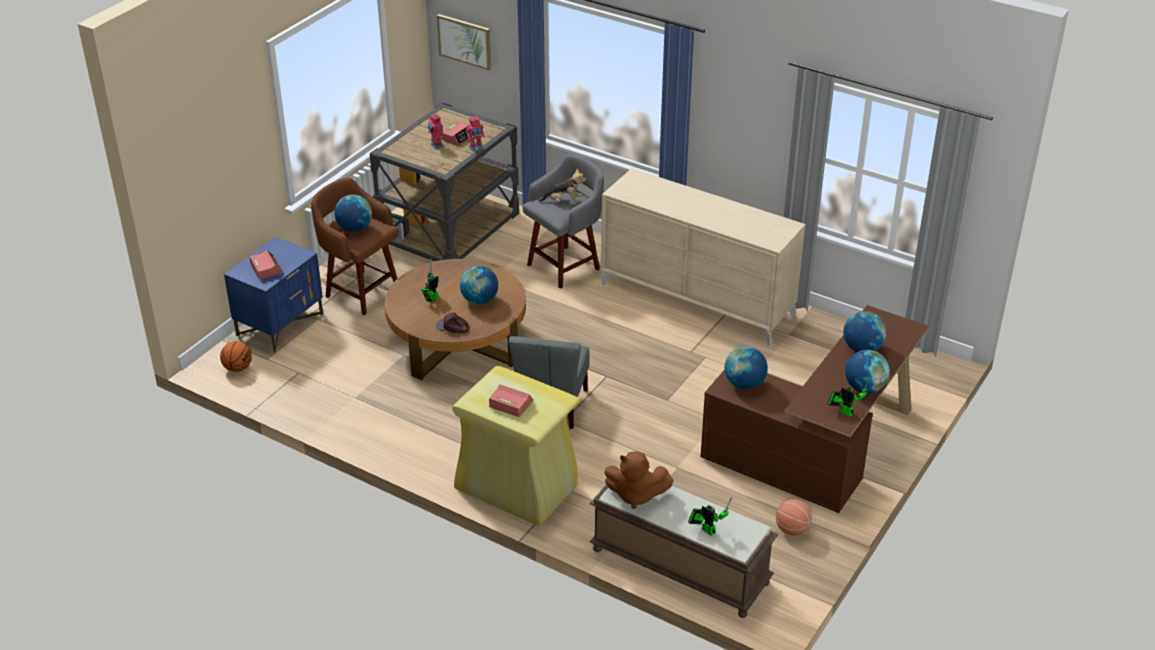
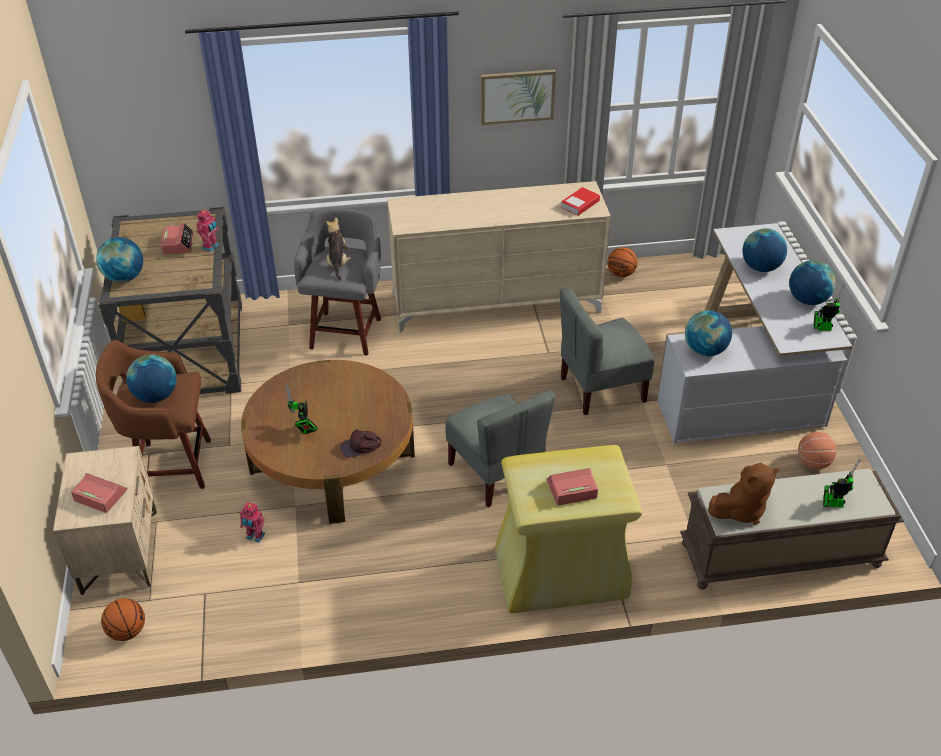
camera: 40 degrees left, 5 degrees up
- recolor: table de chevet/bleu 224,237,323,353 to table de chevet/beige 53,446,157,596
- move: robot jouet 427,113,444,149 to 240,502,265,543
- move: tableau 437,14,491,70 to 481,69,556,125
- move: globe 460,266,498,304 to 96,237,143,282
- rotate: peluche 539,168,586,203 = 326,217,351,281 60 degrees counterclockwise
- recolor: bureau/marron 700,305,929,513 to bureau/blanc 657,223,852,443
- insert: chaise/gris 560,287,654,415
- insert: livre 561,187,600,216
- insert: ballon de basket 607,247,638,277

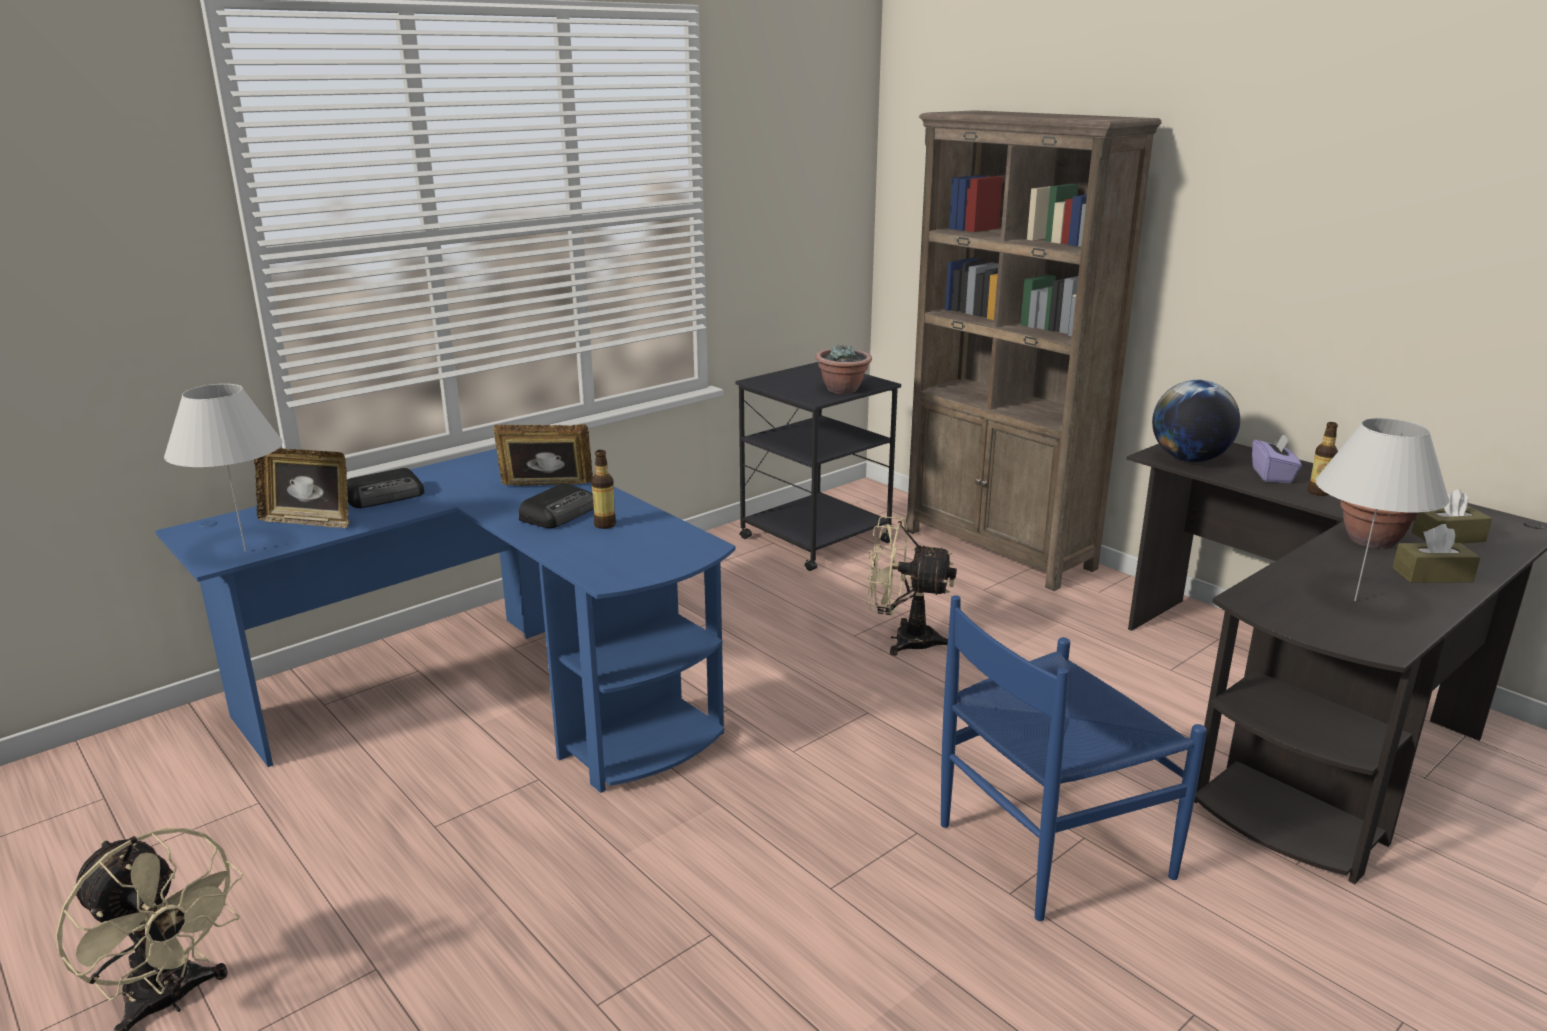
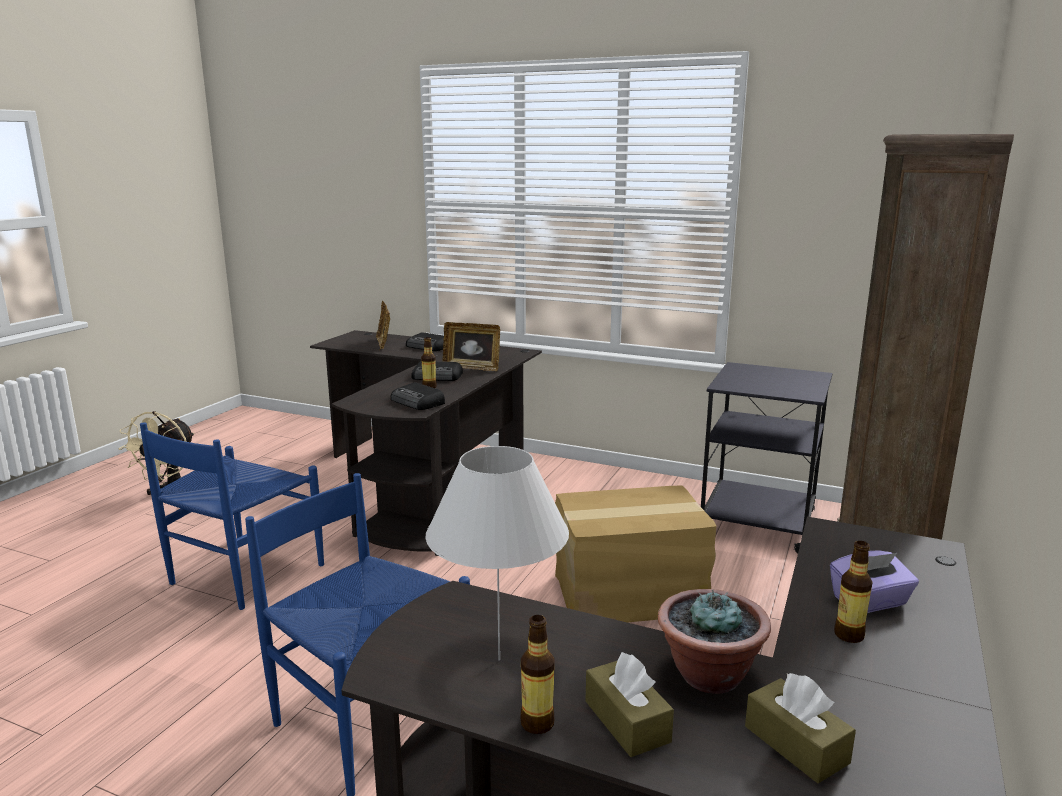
camera: 65 degrees right, 5 degrees down
- recolor: bureau/bleu 155,449,735,793 to bureau/noir 310,330,542,556
- delete: lampe de table/blanc 164,384,283,551
- rotate: cadre photo 494,424,593,486 = 442,322,500,371 135 degrees clockwise
- delete: plante en pot 815,345,872,394
- replace: ventilateur/beige 866,516,957,656 to carton 555,485,716,623
- delete: globe 1152,380,1240,462
- insert: chaise/bleu 140,422,324,610
- insert: radio 391,382,445,410
- insert: bouteille 520,615,555,734

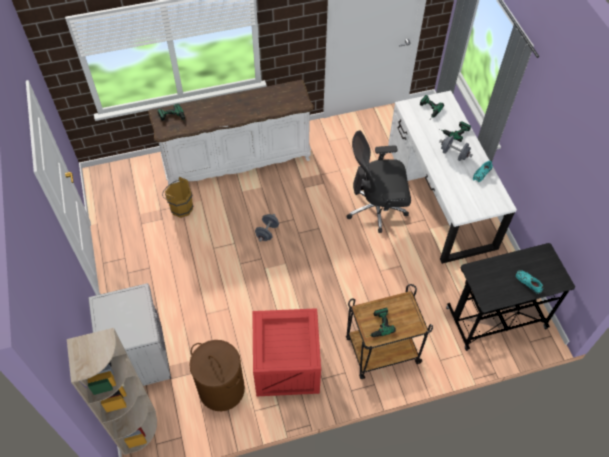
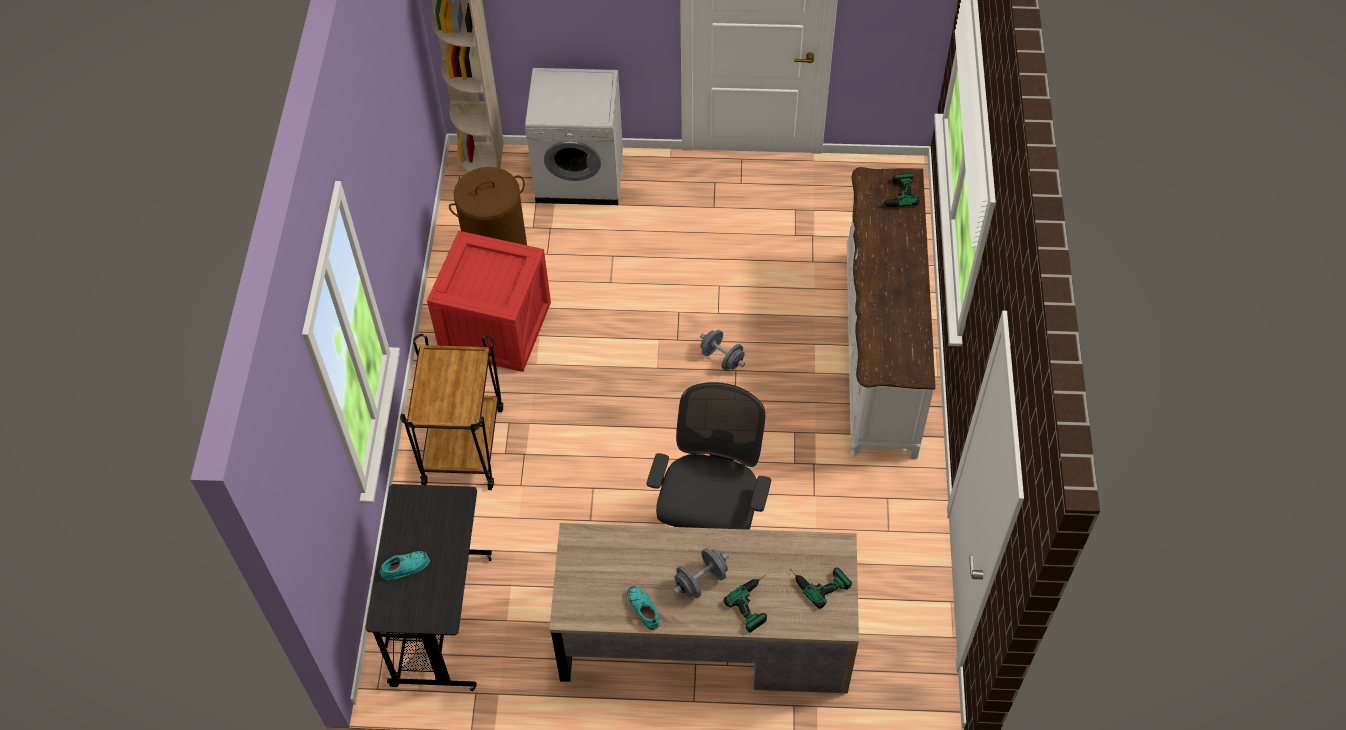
camera: 110 degrees right, 0 degrees up
- delete: seau/marron 162,177,193,218
- delete: perceuse 366,307,396,337
- recolor: bureau/blanc 388,91,517,264 to bureau/marron 549,523,859,693

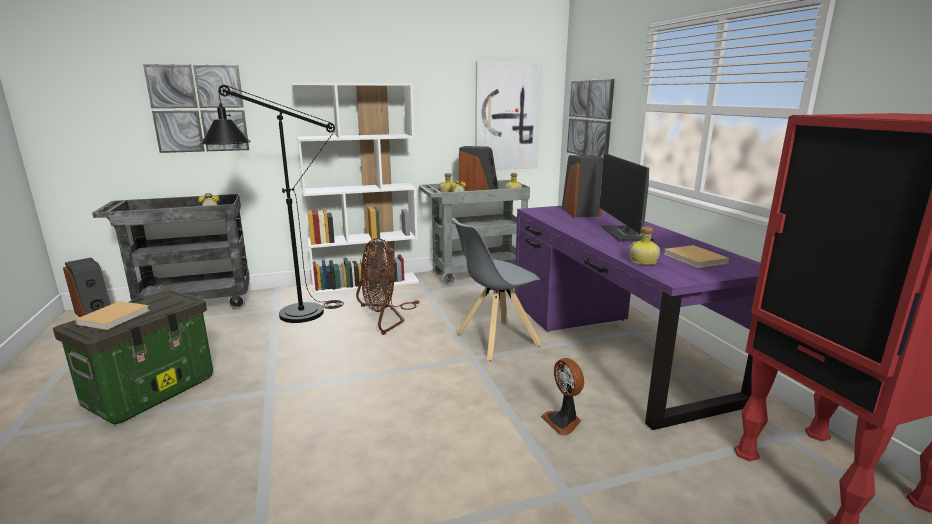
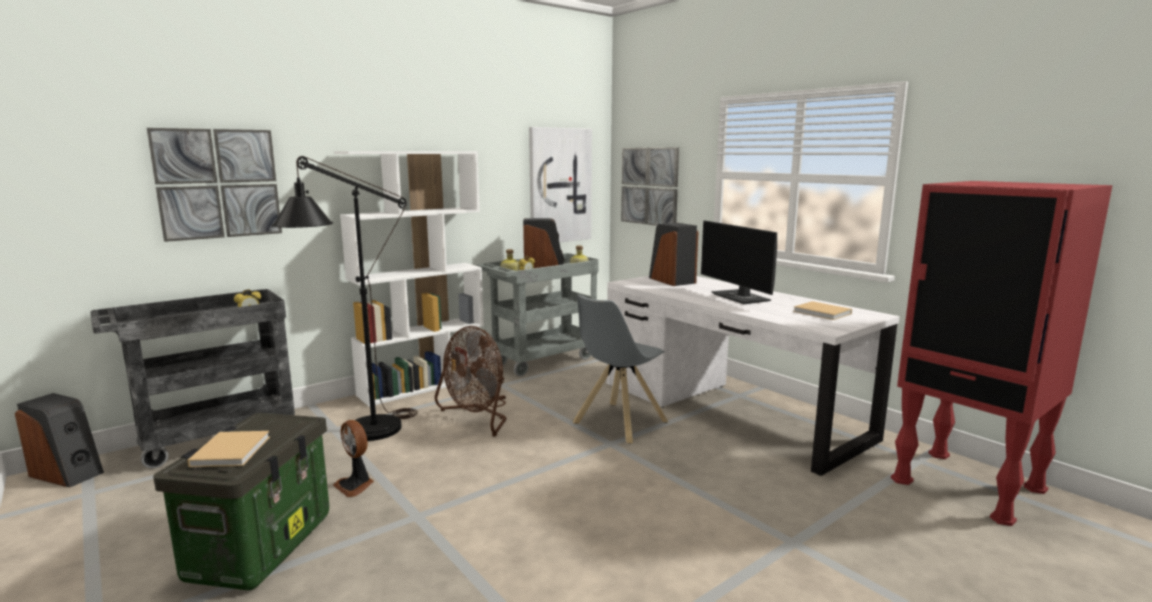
camera: 20 degrees left, 5 degrees down
- recolor: bureau/violet 515,206,760,430 to bureau/blanc 606,276,900,476
- move: ventilateur 541,358,584,436 to 333,420,374,497
- delete: bouteille 629,226,660,265

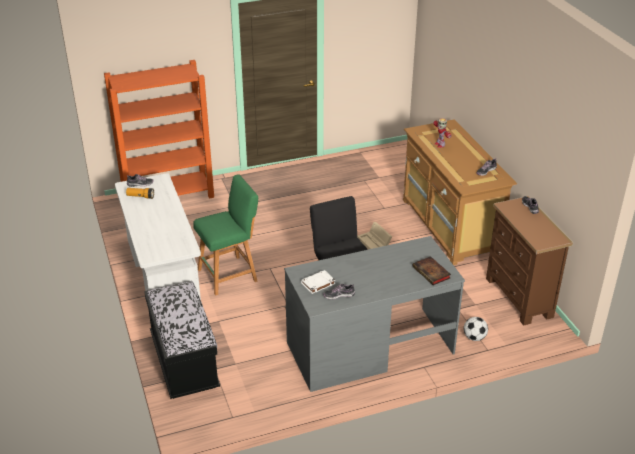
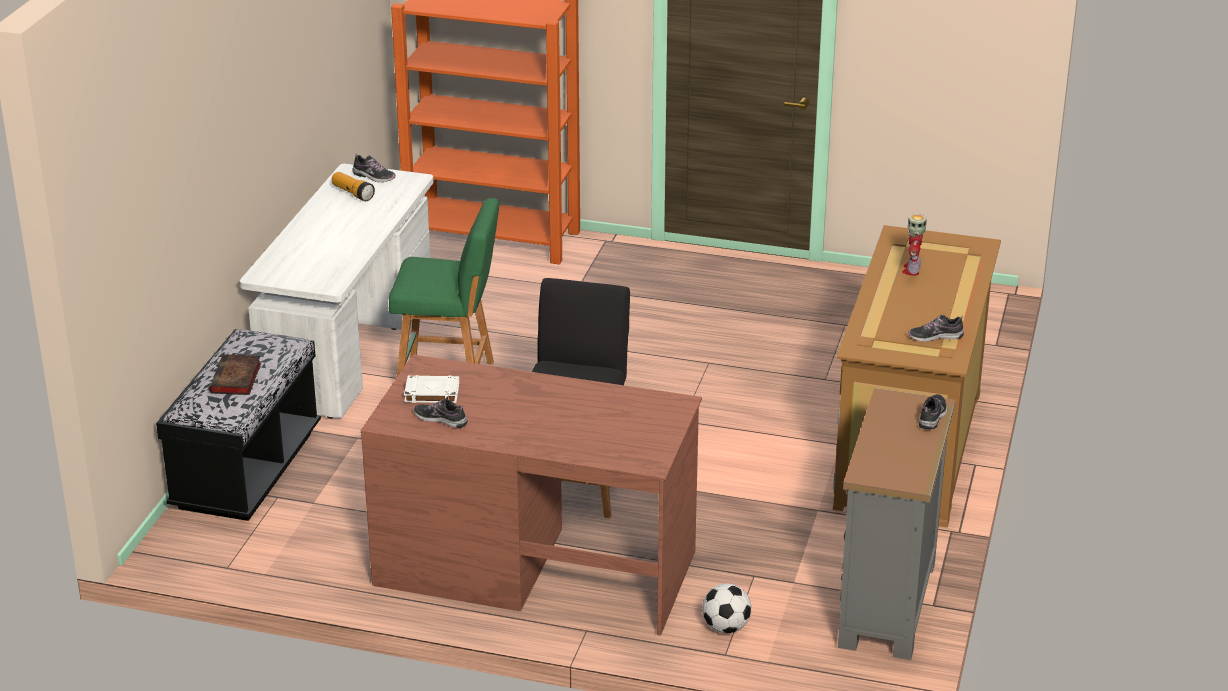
camera: 35 degrees right, 5 degrees down
- recolor: bureau/gris 284,236,465,392 to bureau/marron 361,355,702,636
- delete: boîte de rangement/beige 357,222,392,249
- move: livre 413,256,451,285 to 209,354,261,395
- recolor: commode/marron 486,196,573,326 to commode/gris 838,388,955,660

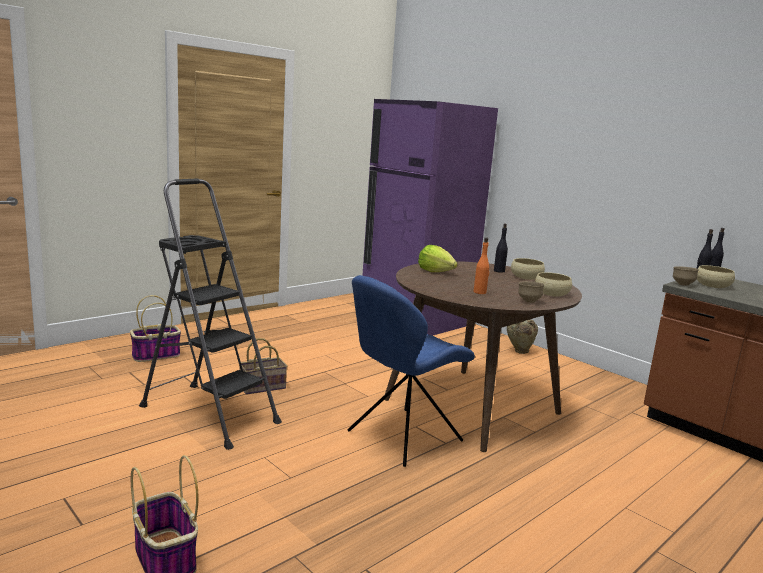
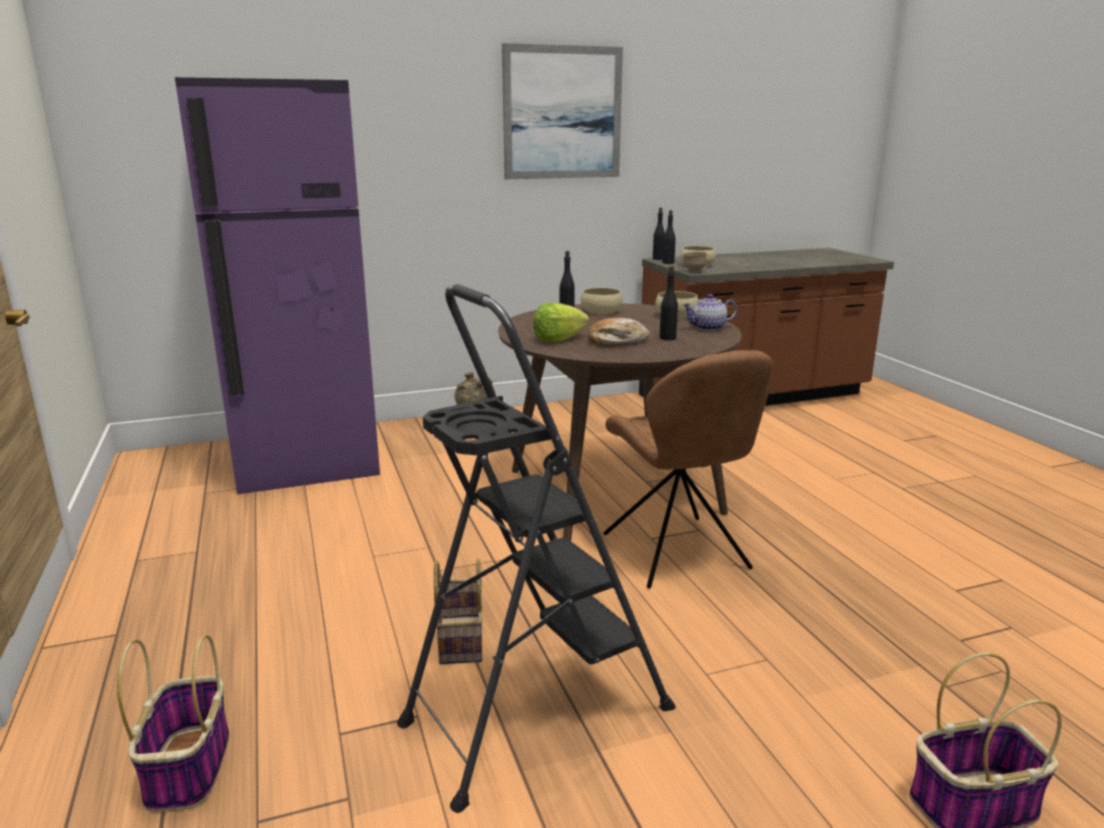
camera: 65 degrees left, 5 degrees up
- recolor: chaise/bleu 348,275,475,467 to chaise/marron 603,350,773,588
- recolor: bouteille/orange 473,237,489,294 to bouteille/noir 659,266,678,340
- replace: bol/marron 518,281,544,303 to théière 682,294,737,331
- insert: tableau 502,43,623,179
- insert: pain 588,318,650,345

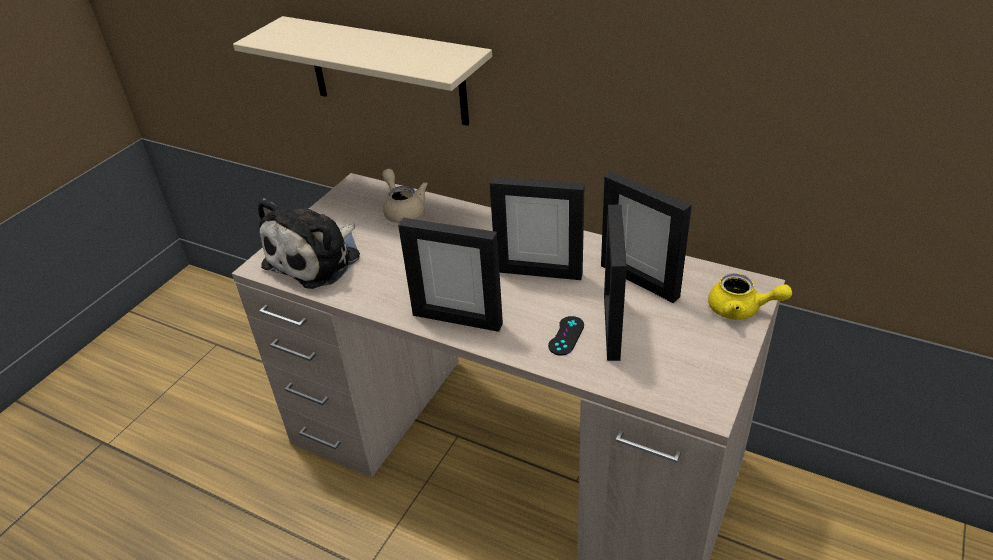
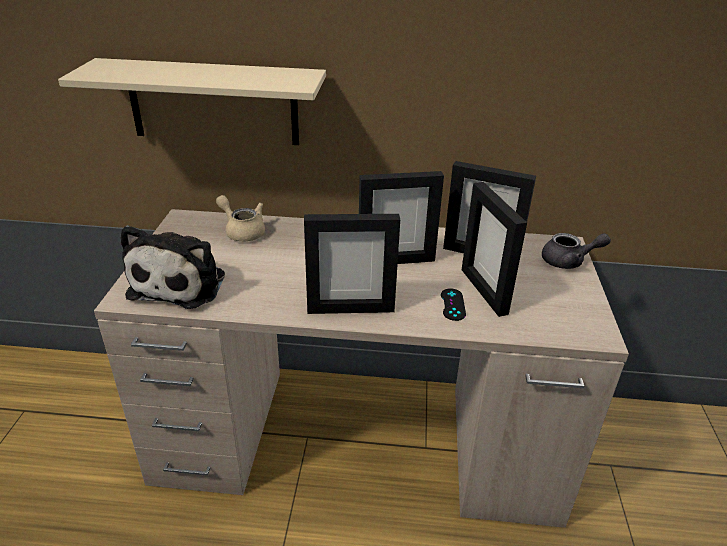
camera: 25 degrees left, 5 degrees down
- recolor: théière/jaune 708,273,792,320 to théière/gris 542,233,611,269

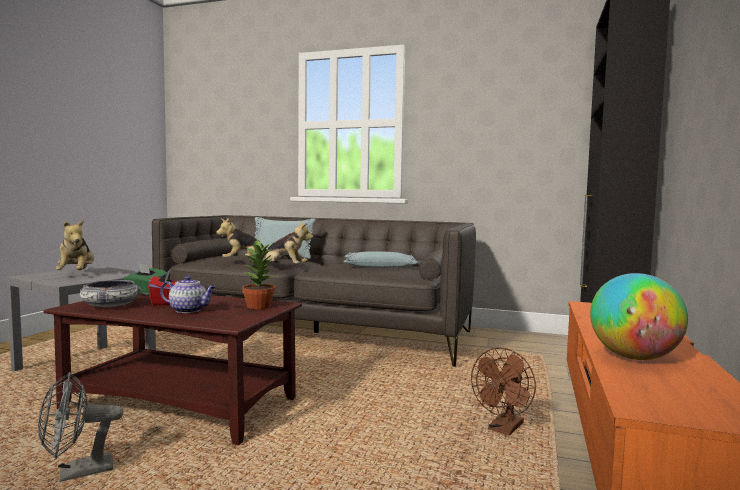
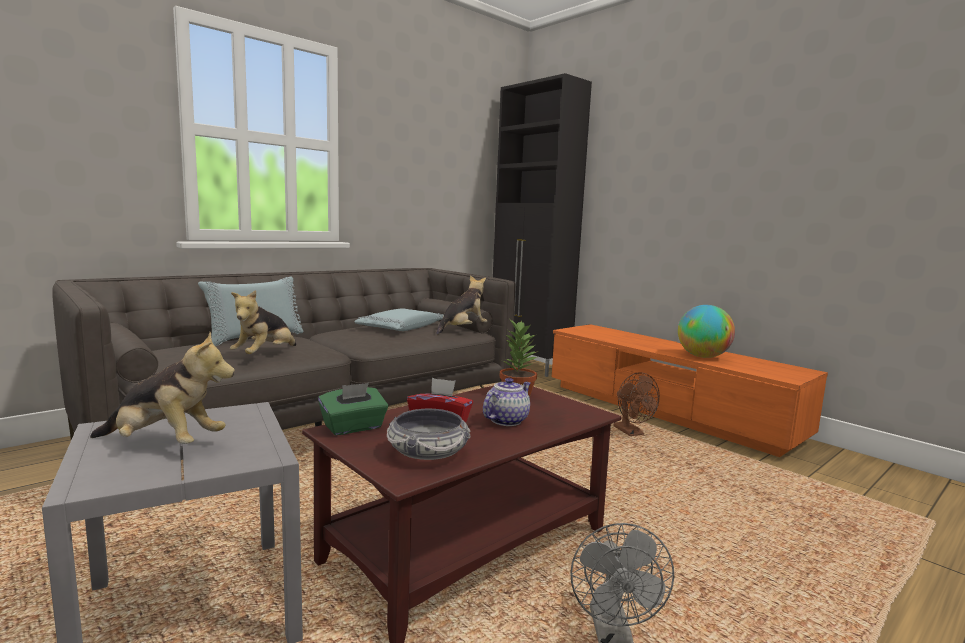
camera: 60 degrees left, 5 degrees up
- move: peluche 252,221,313,267 to 436,275,487,335

